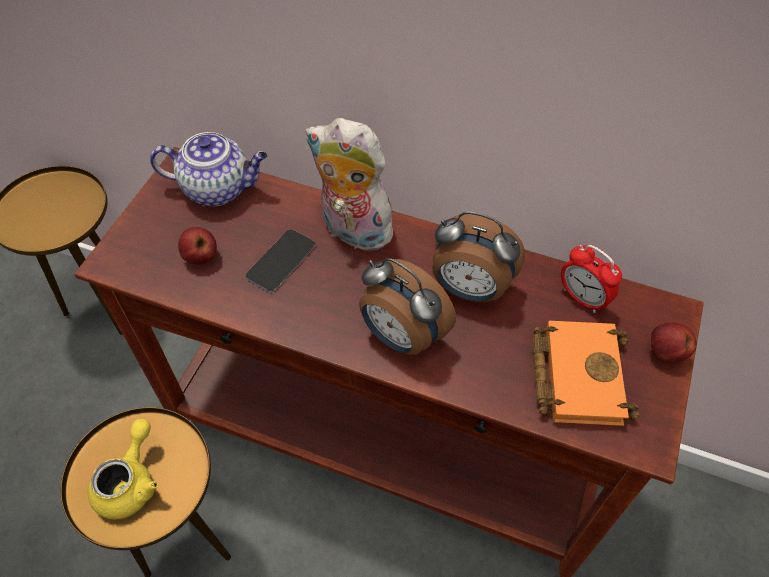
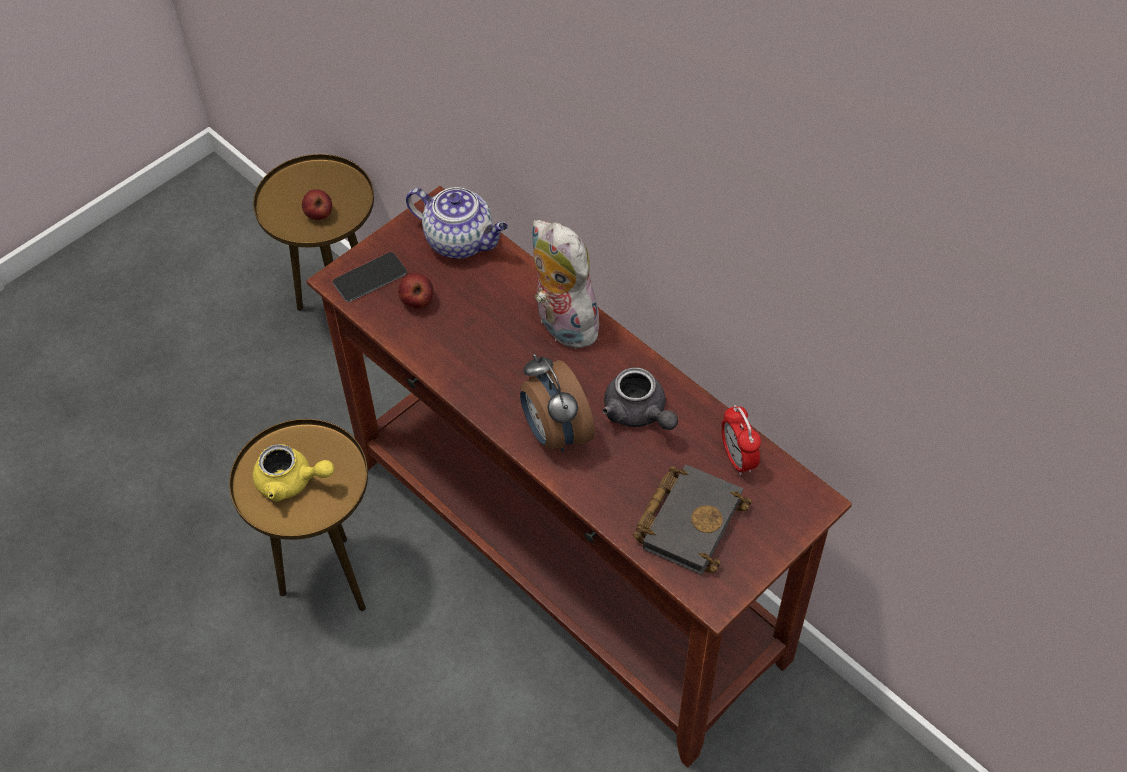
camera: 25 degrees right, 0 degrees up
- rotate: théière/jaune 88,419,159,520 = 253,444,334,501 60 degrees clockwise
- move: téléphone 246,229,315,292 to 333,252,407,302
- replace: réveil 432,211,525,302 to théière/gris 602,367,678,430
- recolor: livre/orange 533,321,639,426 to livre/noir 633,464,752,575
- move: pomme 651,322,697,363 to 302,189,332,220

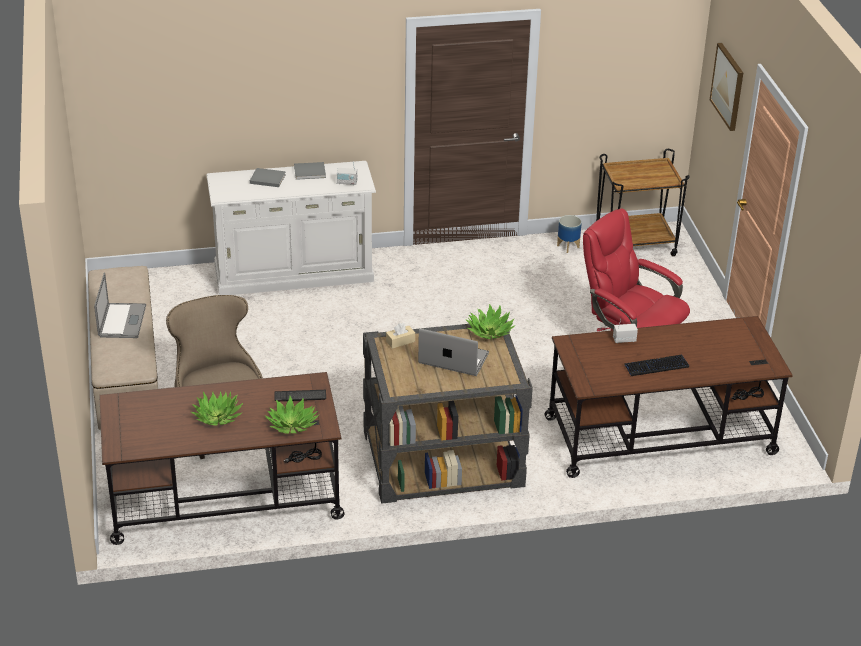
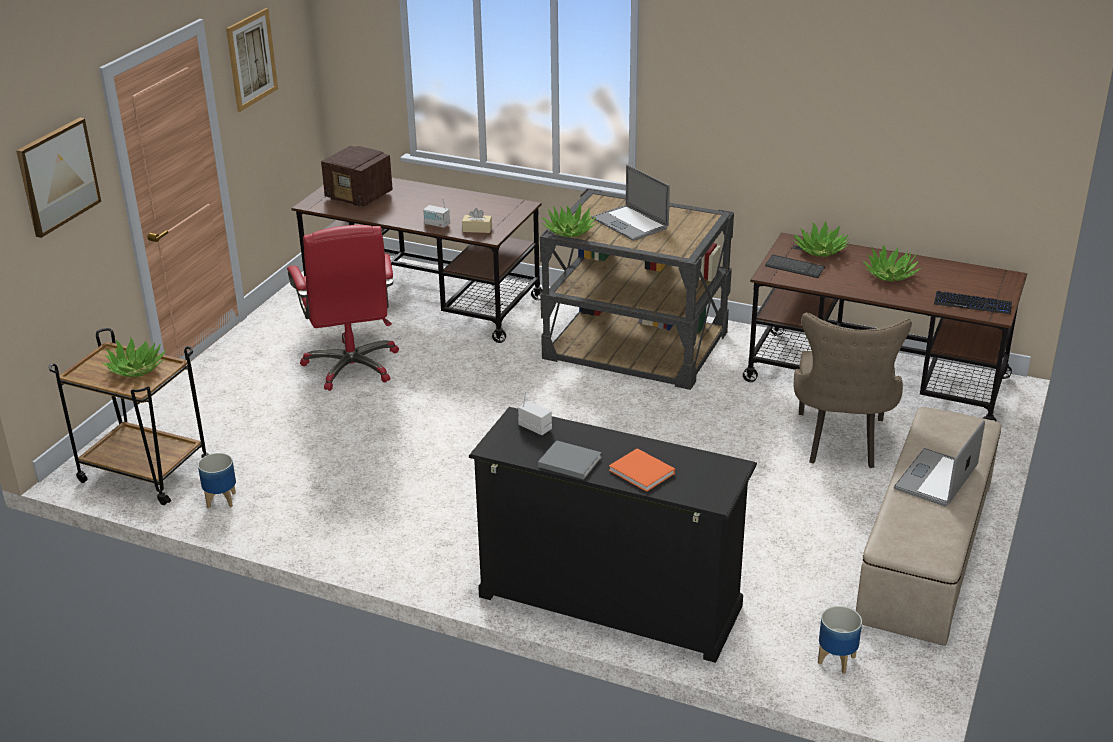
camera: 145 degrees left, 5 degrees down
- recolor: meuble de rangement/blanc 207,161,376,295 to meuble de rangement/noir 469,407,757,663
- recolor: livre/gris 250,168,286,187 to livre/orange 609,448,675,492
- move: boîte à mouchoirs/beige 386,323,415,349 to 462,208,492,233
- move: clavier 624,355,689,376 to 934,291,1012,314
- insert: plante en pot 102,338,166,377
- insert: tableau 226,8,278,112
- insert: radio 321,146,393,206
- insert: cache-pot 818,606,862,674

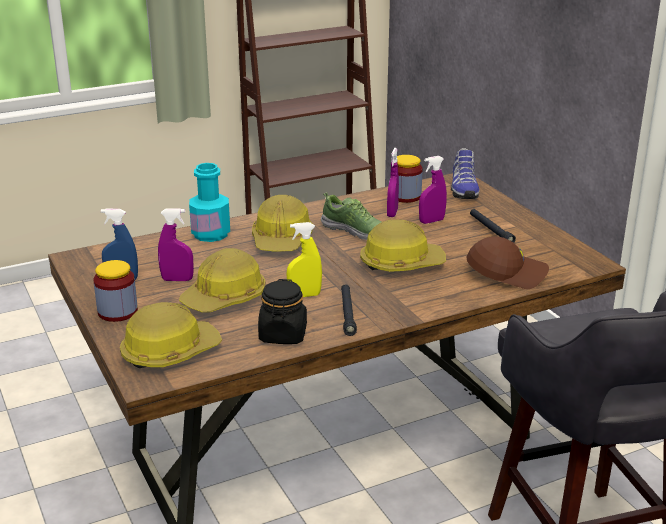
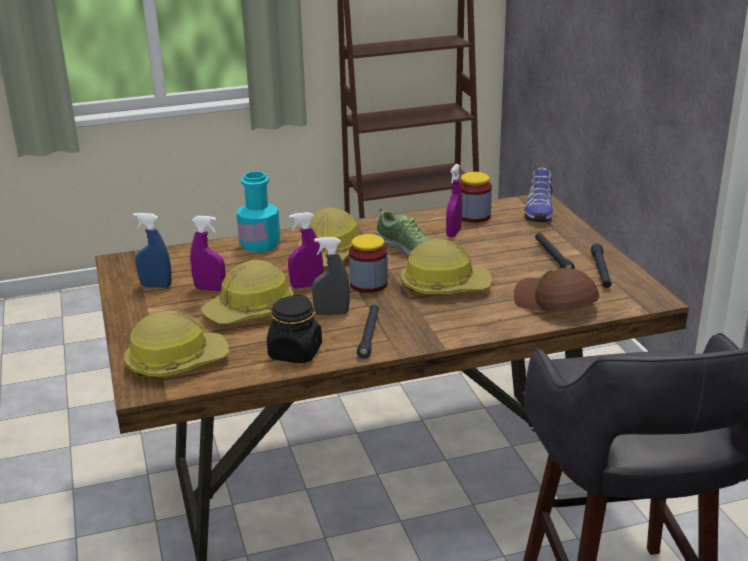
camera: 10 degrees right, 0 degrees up
- move: bocal 93,260,138,322 to 349,234,388,293
- recolor: vaporisateur/jaune 286,222,322,297 to vaporisateur/gris 312,237,350,315
- move: vaporisateur/violet 419,156,447,224 to 288,212,323,288
- rotate: casquette/marron 466,236,549,289 = 514,268,599,312 150 degrees counterclockwise
- insert: lampe de poche/noir 591,243,611,288

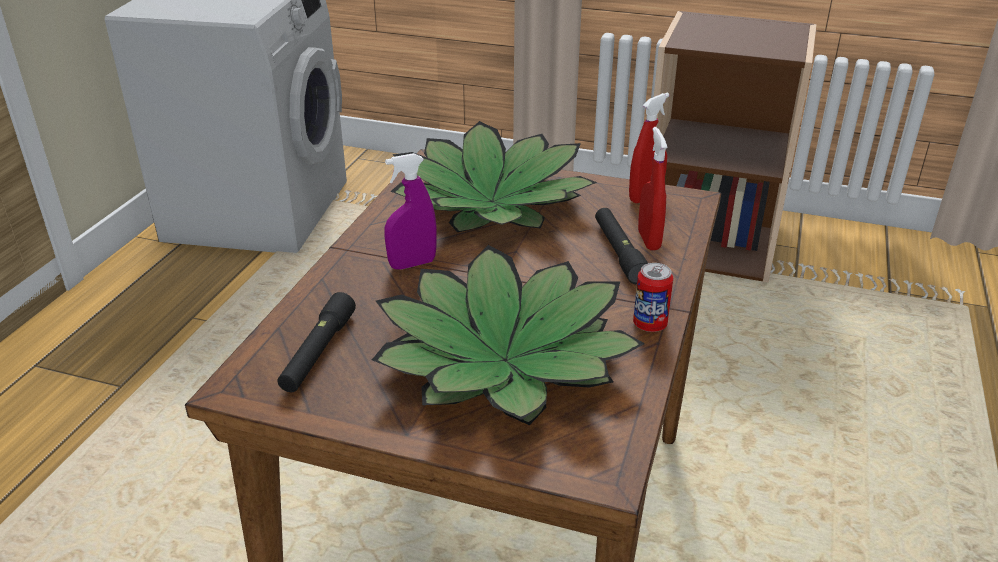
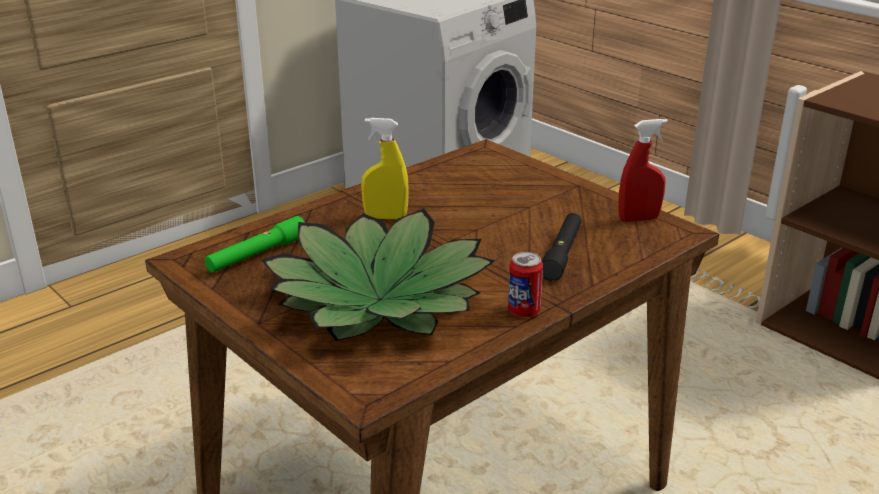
camera: 30 degrees right, 5 degrees down
- recolor: lampe de poche/noir 277,292,356,392 to lampe de poche/vert 205,216,305,273
- recolor: vaporisateur/violet 384,153,437,270 to vaporisateur/jaune 361,118,409,219
- delete: plante en pot 390,121,597,232
- delete: vaporisateur/rouge 638,127,667,250

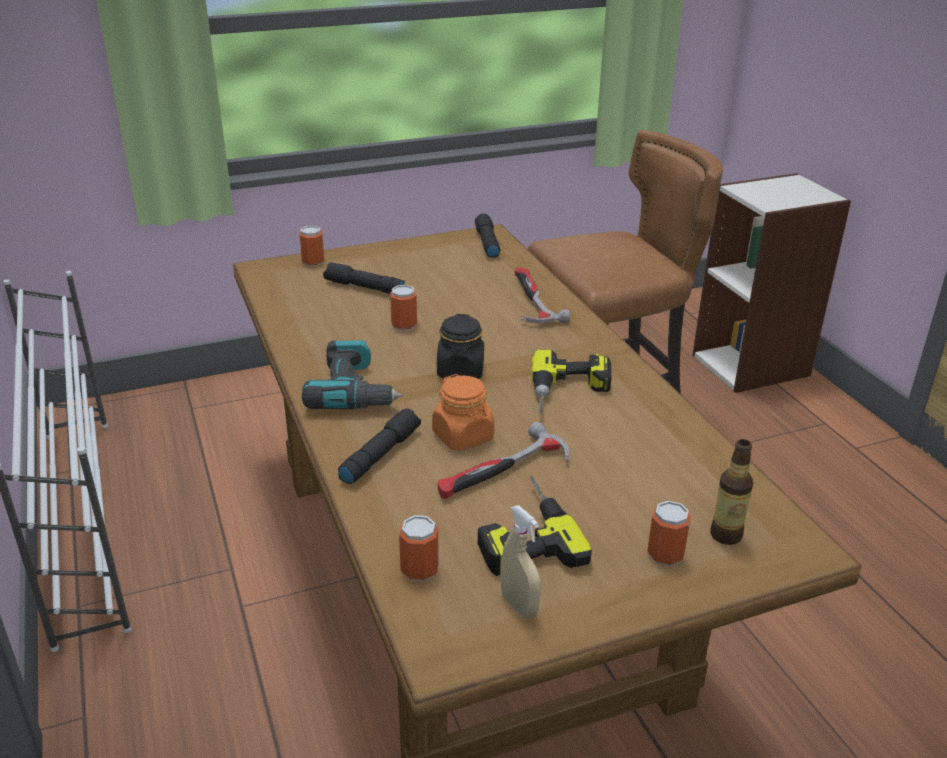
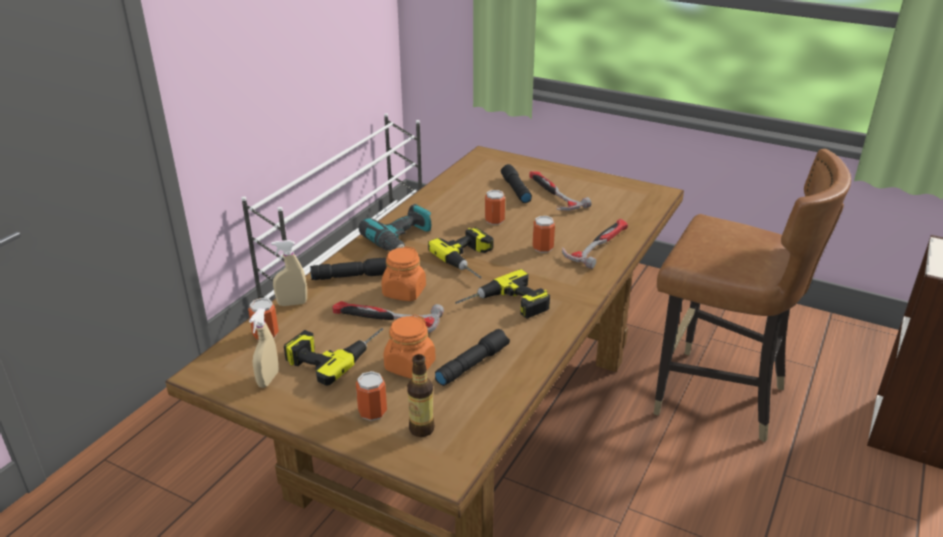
camera: 50 degrees right, 0 degrees up
- move: boîte métallique 300,226,324,266 to 533,216,555,253
- replace: bocal/noir 437,314,484,379 to perceuse 428,227,494,279
- move: lampe de poche/noir 475,213,500,257 to 435,329,510,386
- insert: vaporisateur/beige 271,240,307,306
- insert: bocal/orange 384,314,436,379
- insert: marteau 529,171,591,211

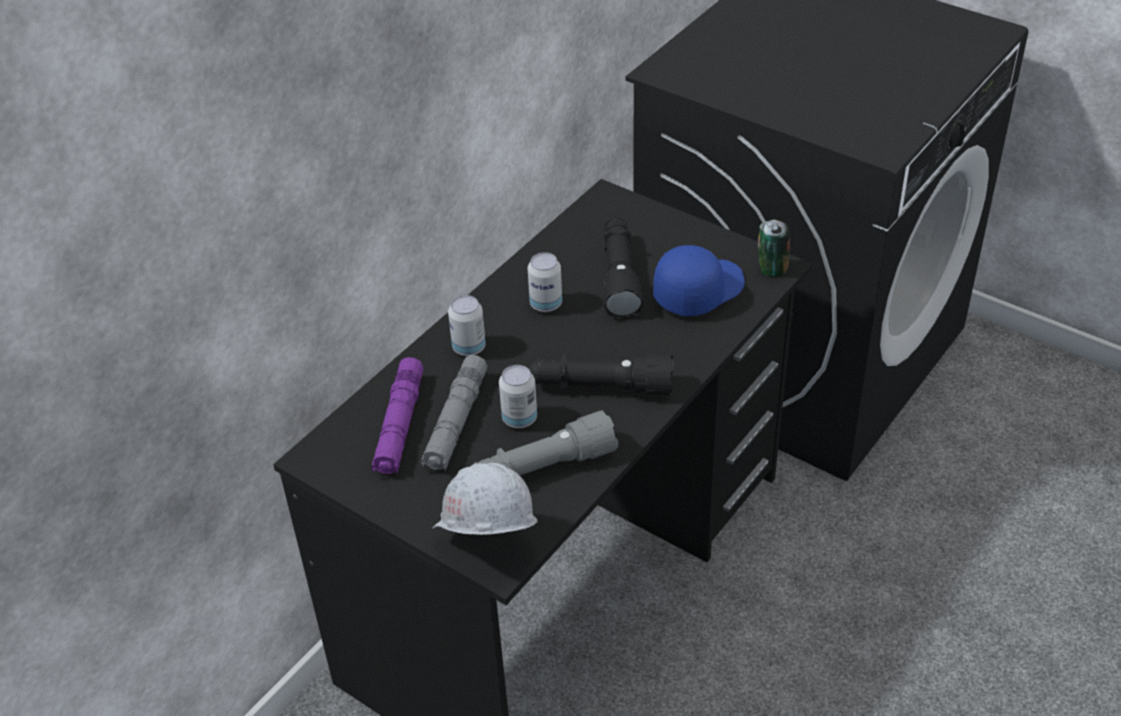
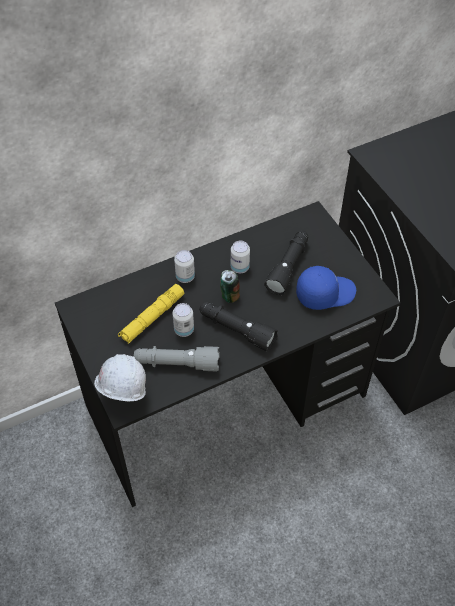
camera: 25 degrees right, 10 degrees up
- delete: lampe de poche/violet 371,357,424,474
- recolor: lampe de poche/gris 420,355,487,470 to lampe de poche/jaune 118,284,184,344
- move: boîte métallique 758,219,790,277 to 220,270,240,303

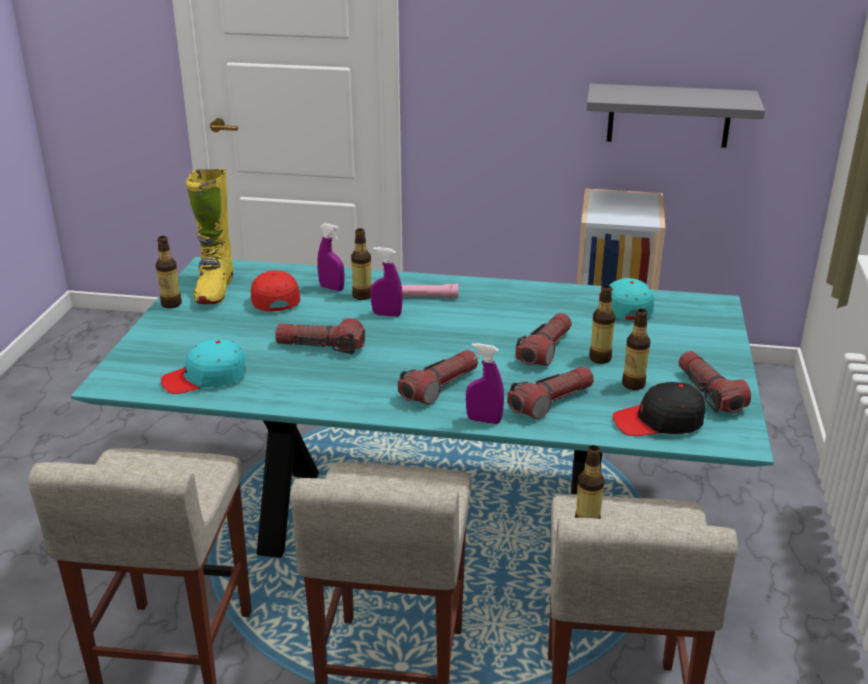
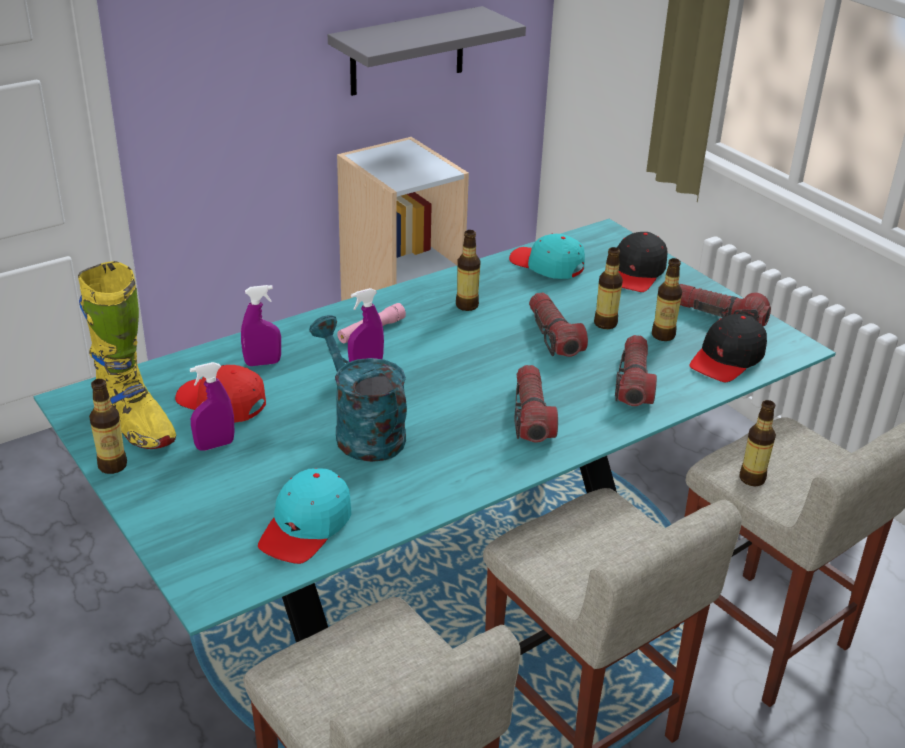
camera: 45 degrees left, 5 degrees up
- replace: lampe de poche 275,318,365,354 to arrosoir/turquoise 309,315,407,462
- move: bouteille 351,228,372,300 to 456,230,481,311
- move: vaporisateur/violet 466,343,504,424 to 190,362,234,451
- insert: casquette/noir 617,232,668,292

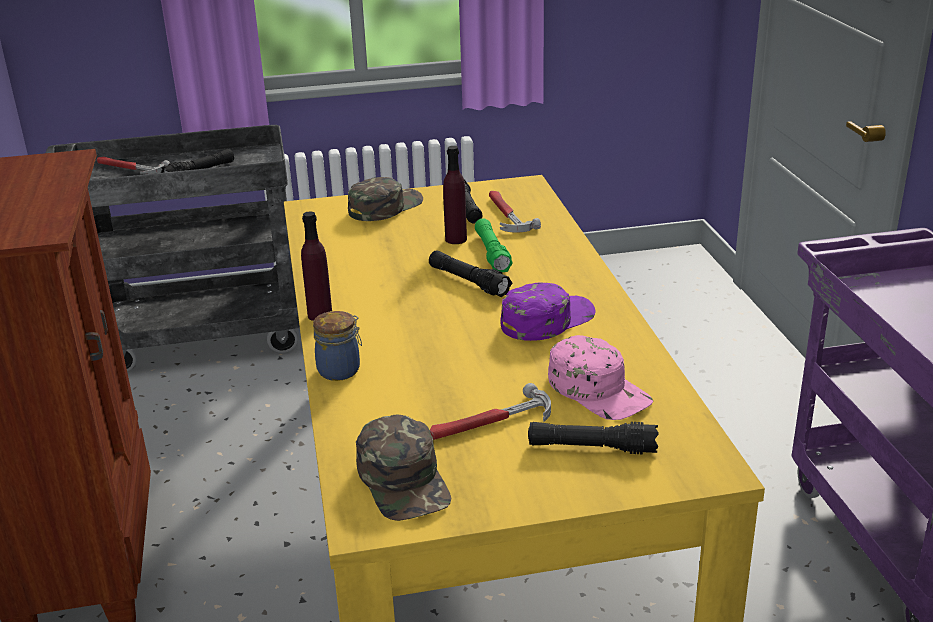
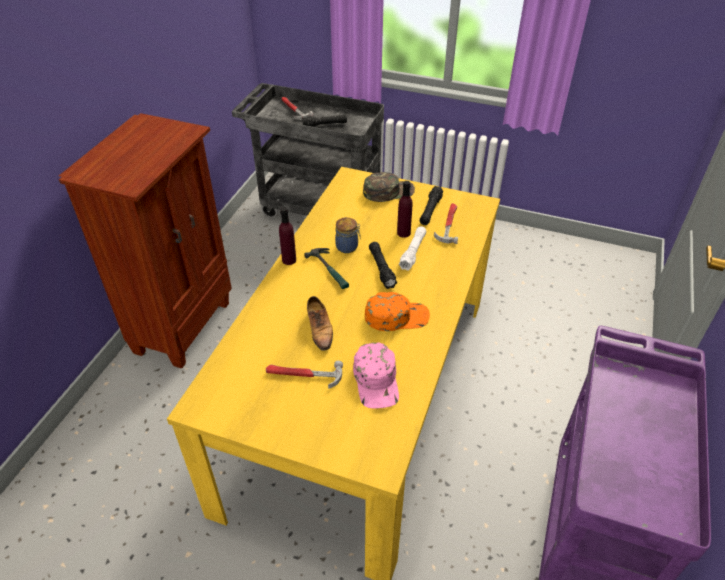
camera: 30 degrees right, 15 degrees up
- move: bocal 313,311,362,381 to 335,217,361,253
- delete: casquette/vert 356,415,451,521
- recolor: lampe de poche/vert 475,218,513,272 to lampe de poche/blanc 399,226,426,271
- recolor: casquette/violet 500,282,596,341 to casquette/orange 365,292,430,331
- delete: lampe de poche/noir 528,422,659,454
- insert: marteau 304,248,349,289
- insert: chaussure 307,296,333,351

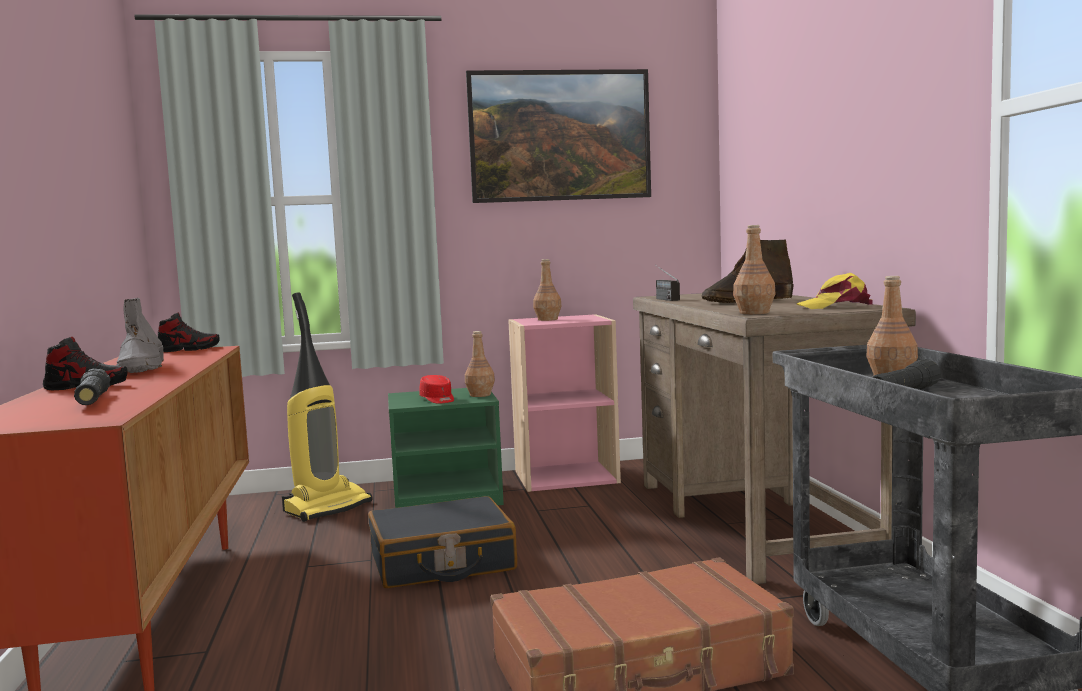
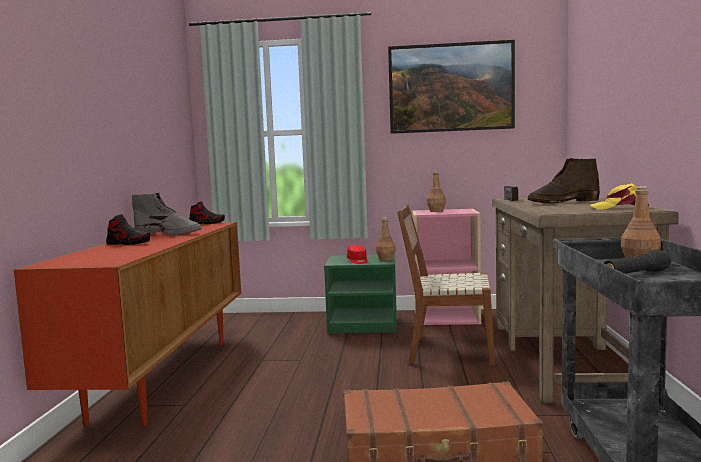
camera: 15 degrees right, 0 degrees up
- delete: lampe de poche/noir 74,368,111,405
- rotate: botte/gris 117,298,164,373 = 132,192,202,235 75 degrees counterclockwise
- delete: aspirateur 282,292,373,522
- delete: valise/noir 368,496,517,588
- delete: bouteille/marron 733,225,776,314
- insert: chaise 397,204,495,367

